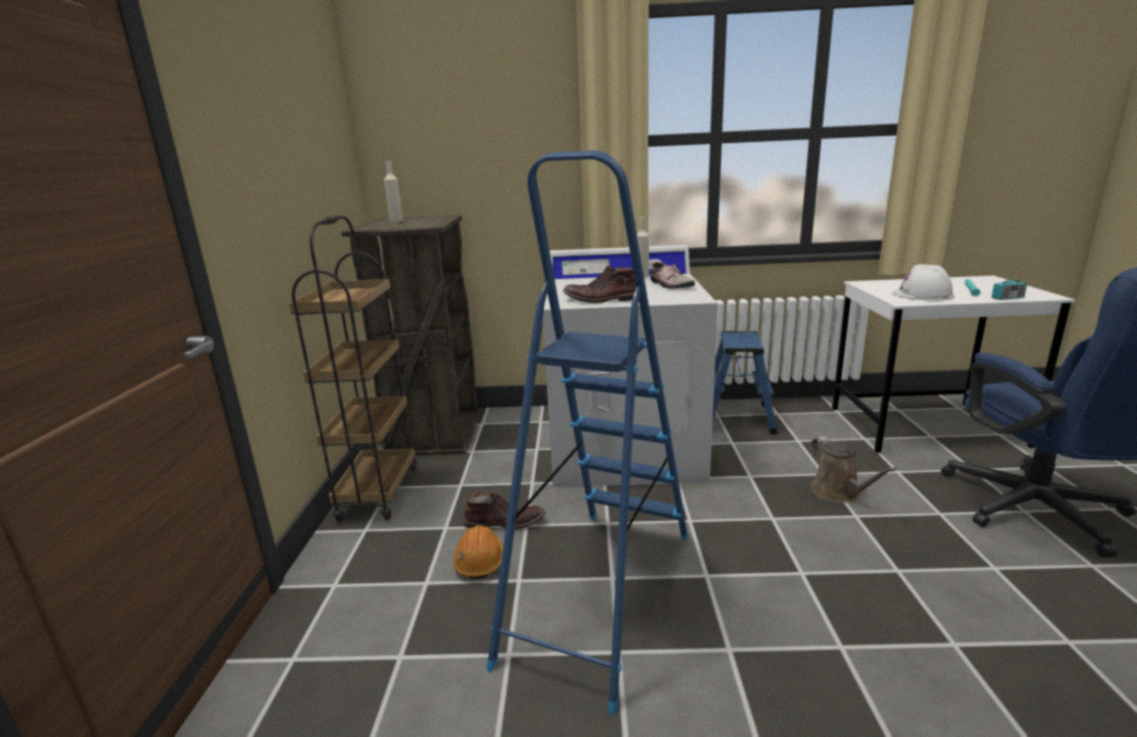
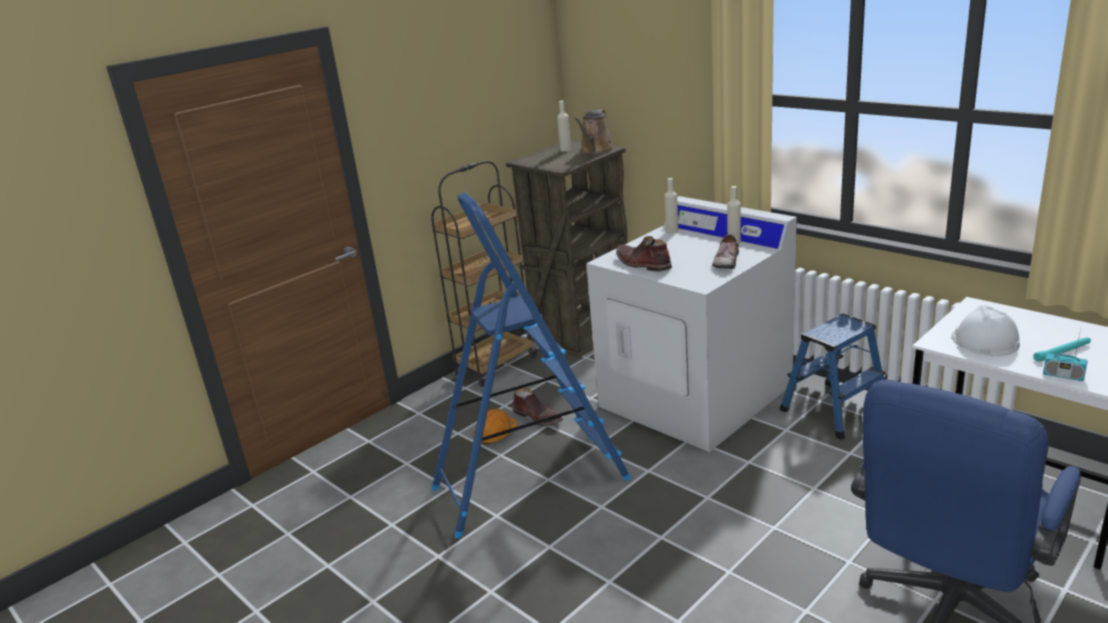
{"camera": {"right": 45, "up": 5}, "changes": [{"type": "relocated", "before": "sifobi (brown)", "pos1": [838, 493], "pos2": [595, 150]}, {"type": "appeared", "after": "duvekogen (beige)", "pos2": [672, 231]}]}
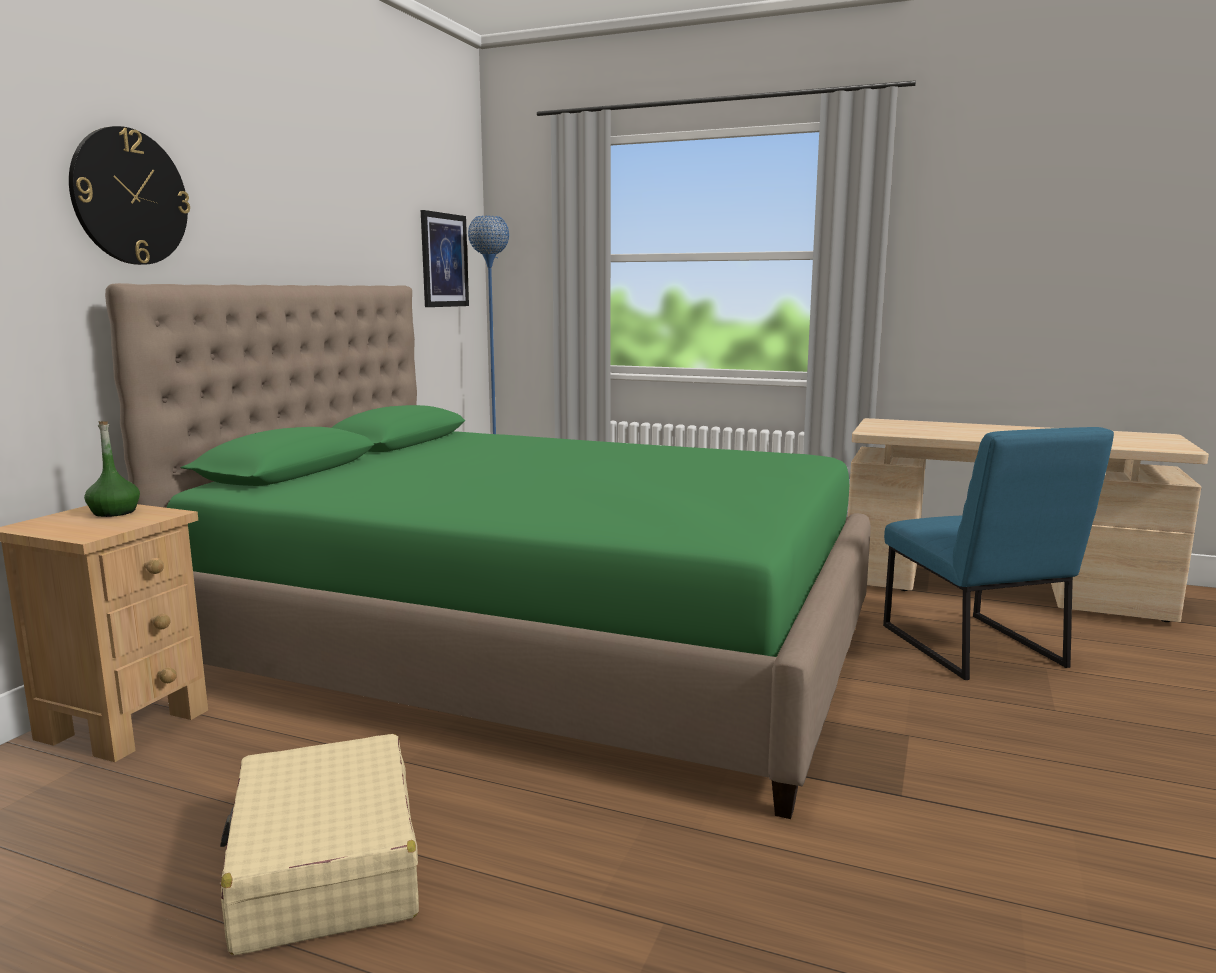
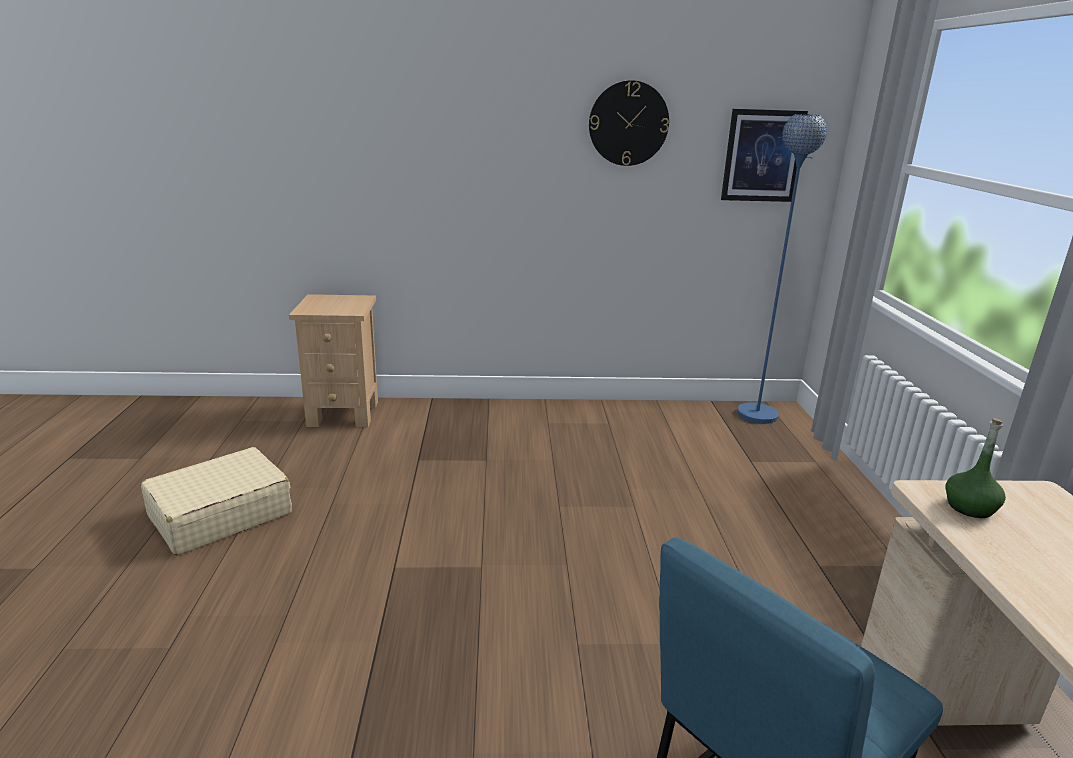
{"camera": {"right": 65, "up": 10}, "changes": [{"type": "relocated", "before": "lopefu", "pos1": [129, 197], "pos2": [628, 123]}, {"type": "relocated", "before": "duvekogen (green)", "pos1": [114, 512], "pos2": [969, 507]}, {"type": "missing", "before": "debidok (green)", "pos1": [537, 645]}]}
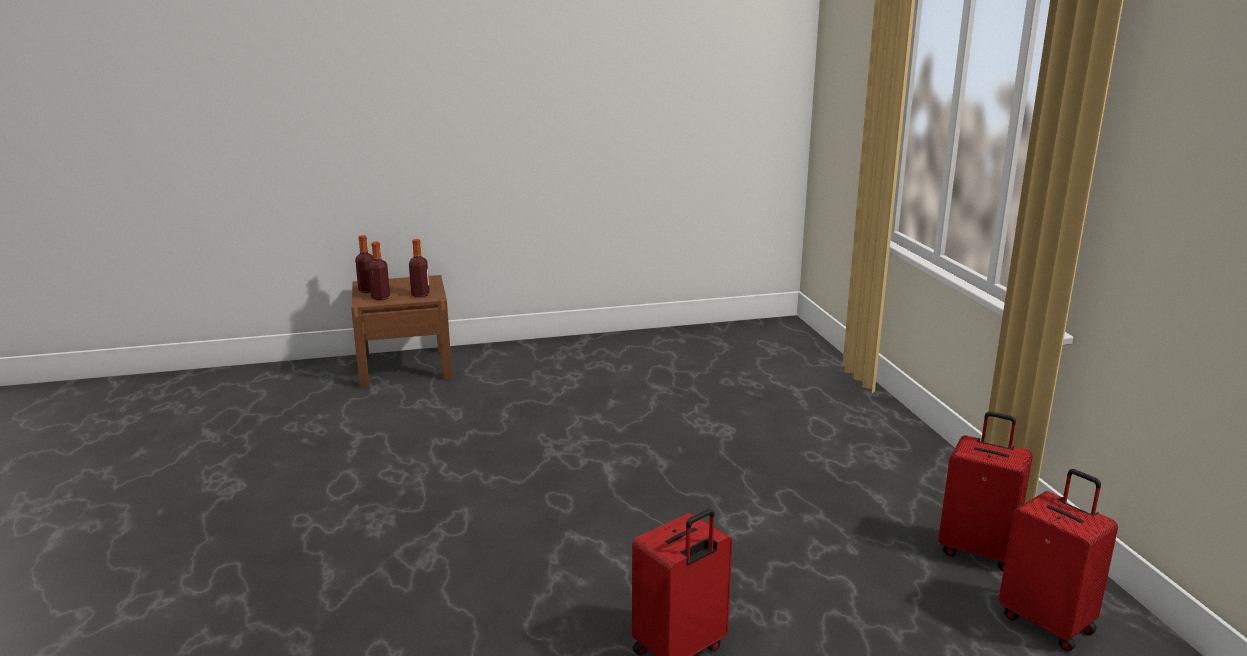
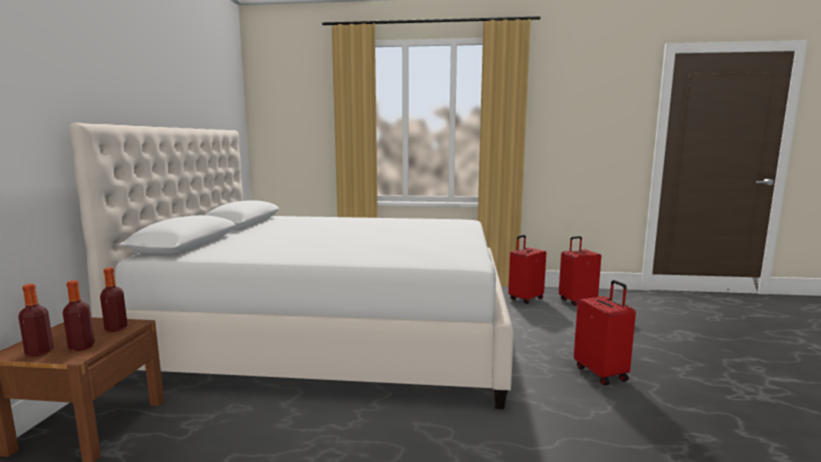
{"camera": {"right": -70, "up": -10}, "changes": [{"type": "appeared", "after": "debidok (white)", "pos2": [336, 334]}]}
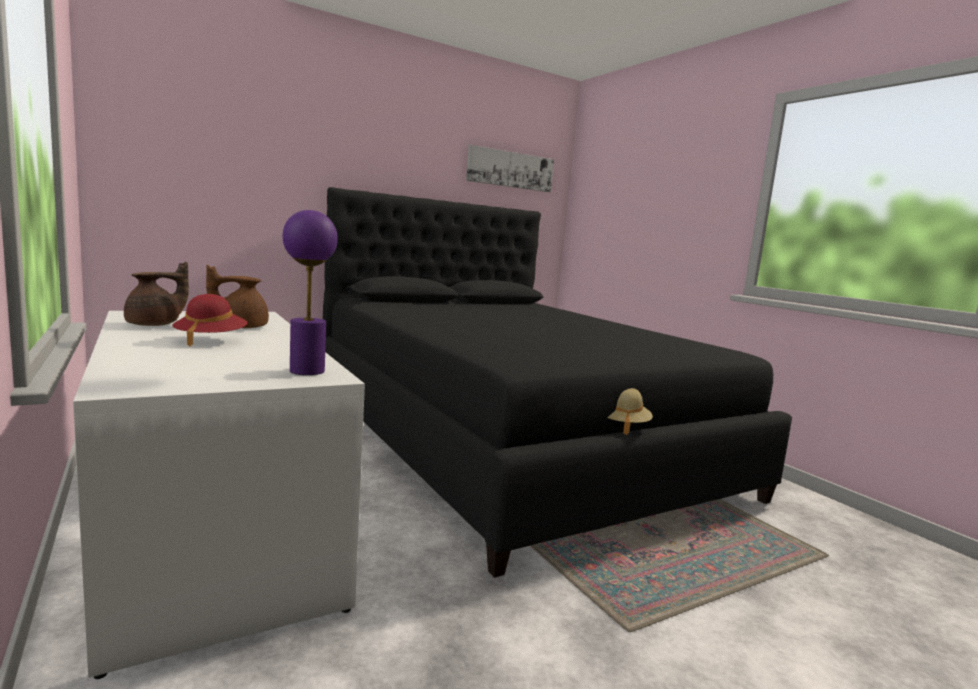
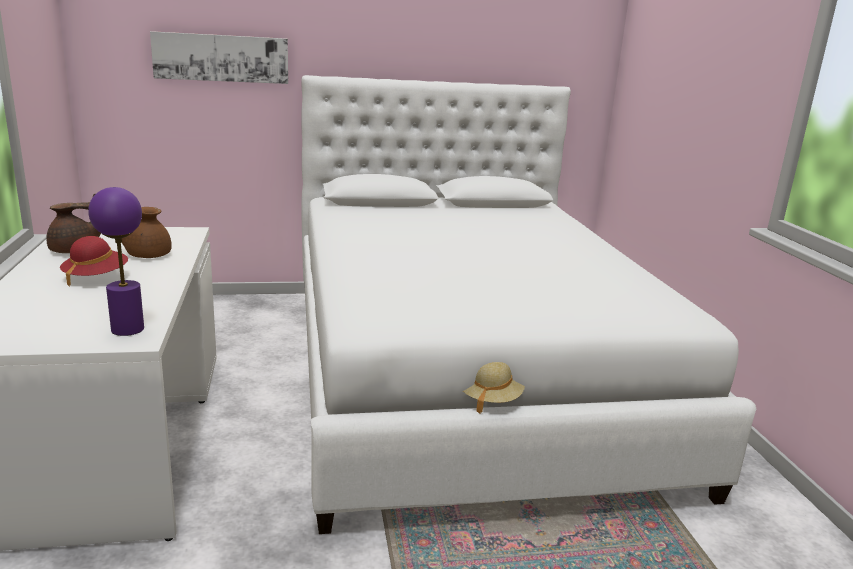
{"camera": {"right": 20, "up": 10}, "changes": [{"type": "relocated", "before": "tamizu", "pos1": [510, 169], "pos2": [221, 58]}, {"type": "colour", "before": "debidok (black)", "after": "debidok (white)", "pos1": [510, 440], "pos2": [464, 373]}]}
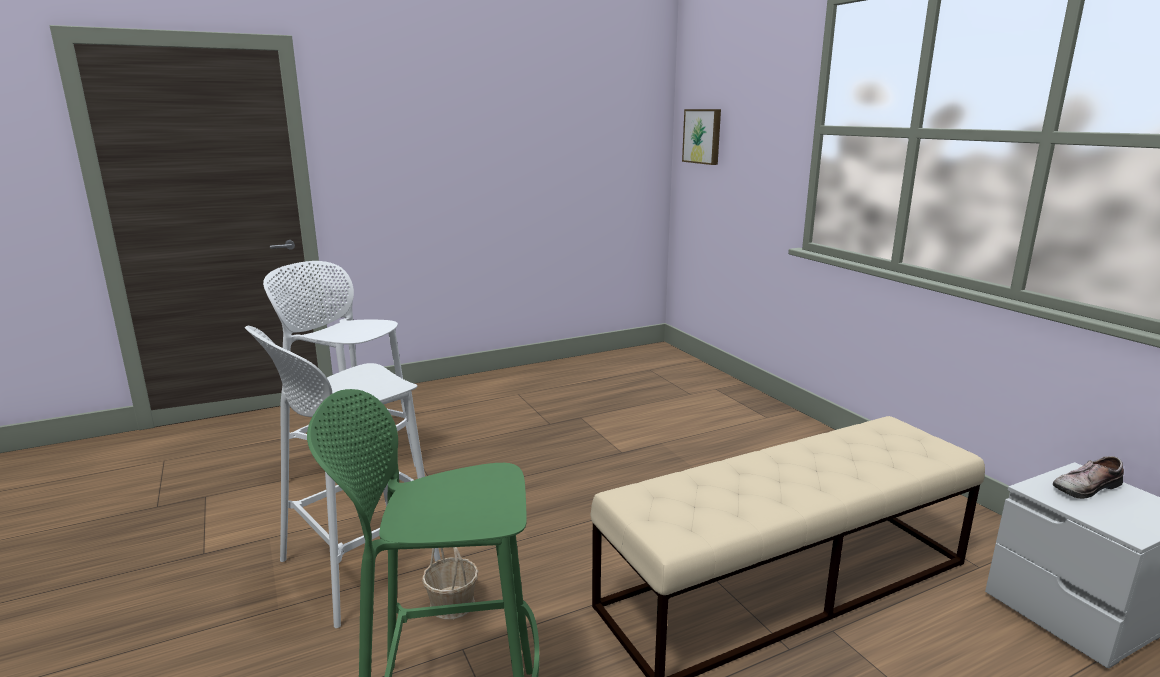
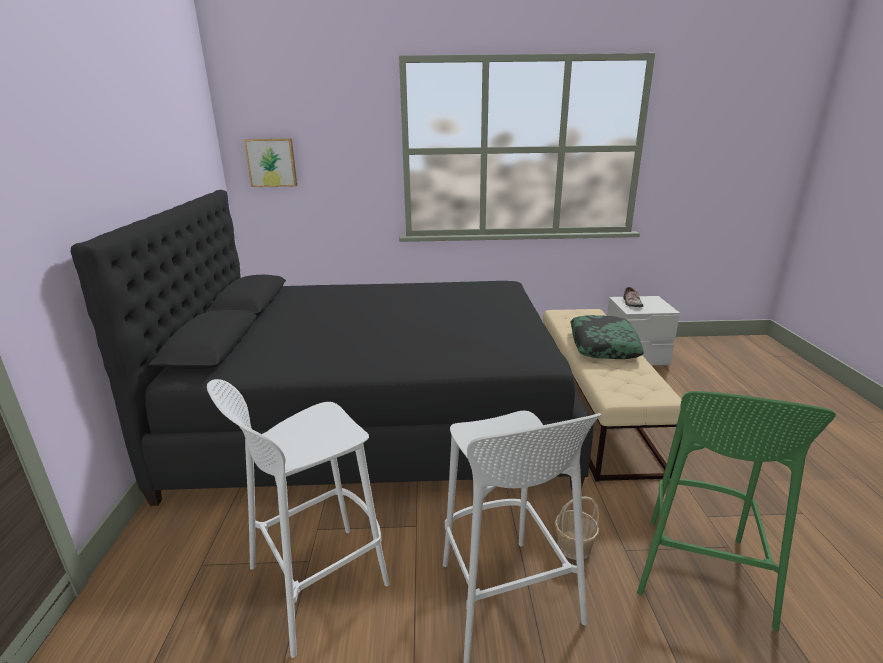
{"camera": {"right": -65, "up": 5}, "changes": [{"type": "appeared", "after": "debidok (black)", "pos2": [378, 416]}, {"type": "appeared", "after": "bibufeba", "pos2": [603, 345]}]}
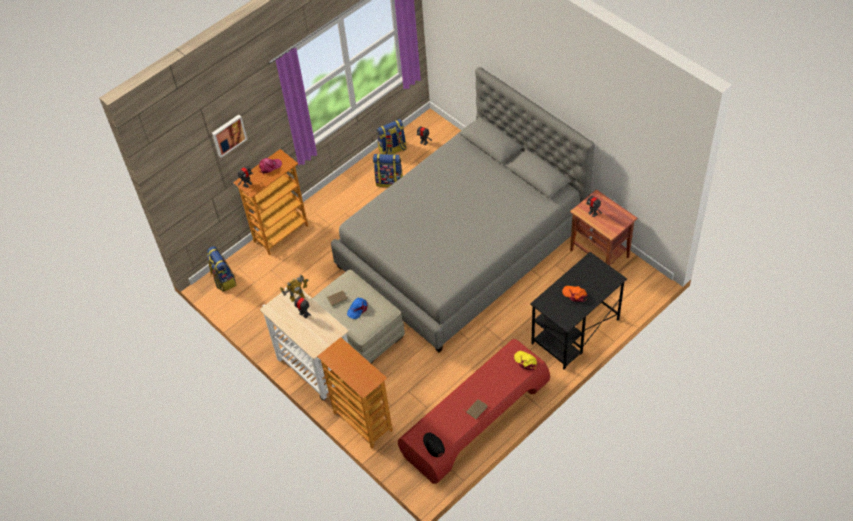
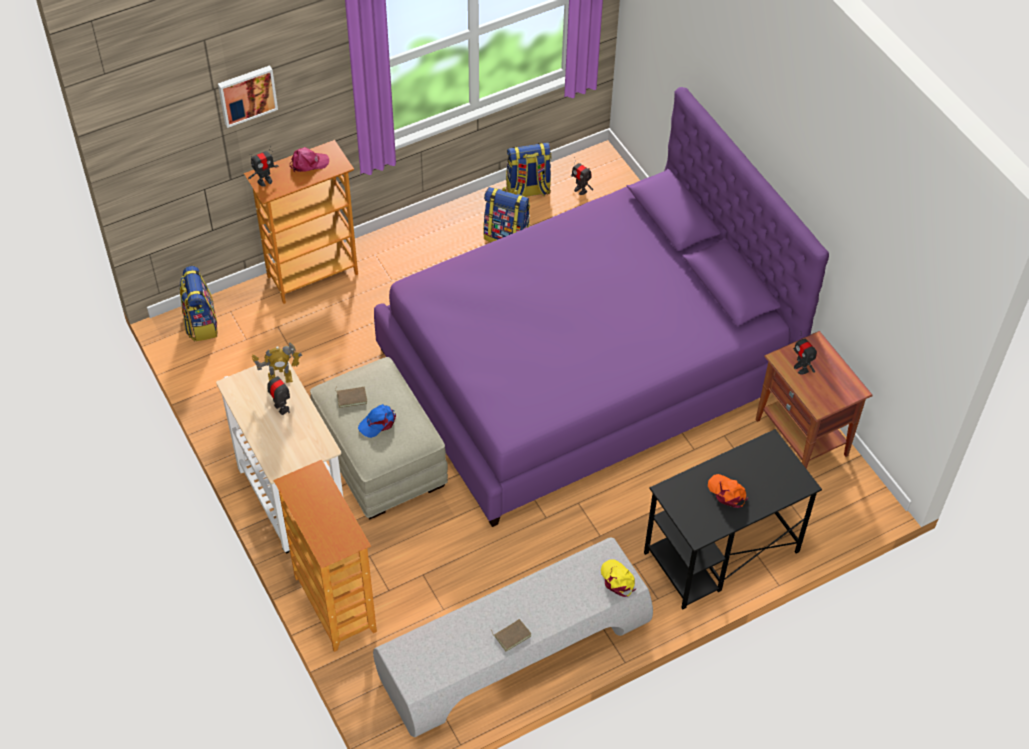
{"camera": {"right": 10, "up": 0}, "changes": [{"type": "colour", "before": "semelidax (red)", "after": "semelidax (grey)", "pos1": [475, 419], "pos2": [514, 651]}, {"type": "colour", "before": "debidok (grey)", "after": "debidok (purple)", "pos1": [463, 246], "pos2": [587, 369]}, {"type": "missing", "before": "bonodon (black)", "pos1": [433, 445]}]}
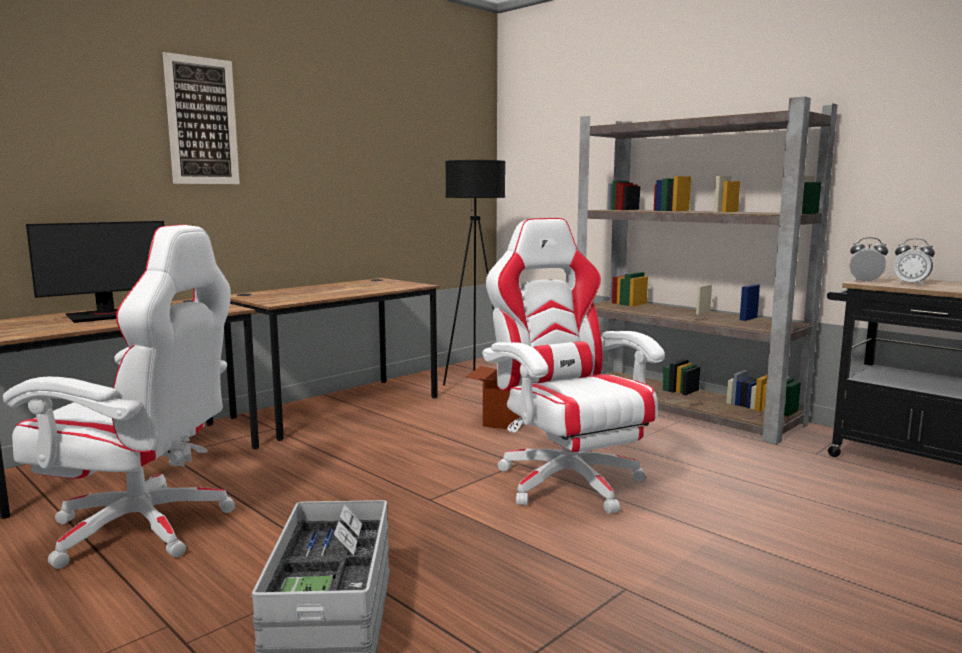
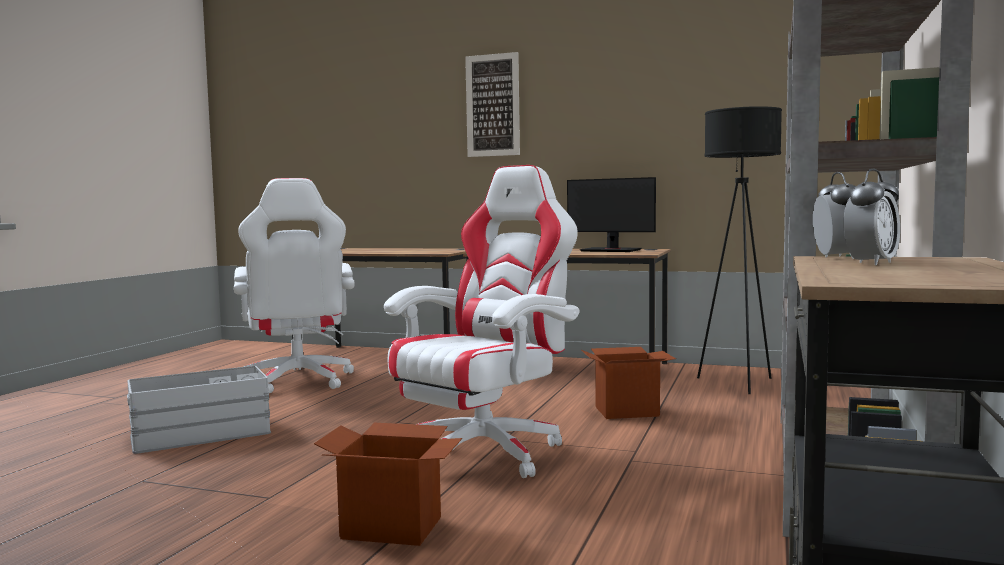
{"camera": {"right": 65, "up": -5}, "changes": [{"type": "appeared", "after": "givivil", "pos2": [392, 528]}, {"type": "relocated", "before": "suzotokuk", "pos1": [107, 315], "pos2": [611, 250]}, {"type": "spun", "before": "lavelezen", "pos1": [911, 284], "pos2": [871, 263], "turn": -150}]}
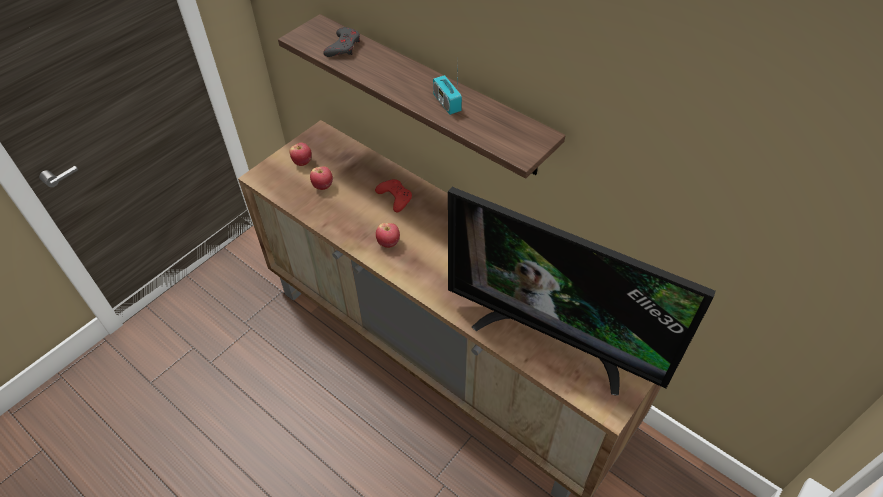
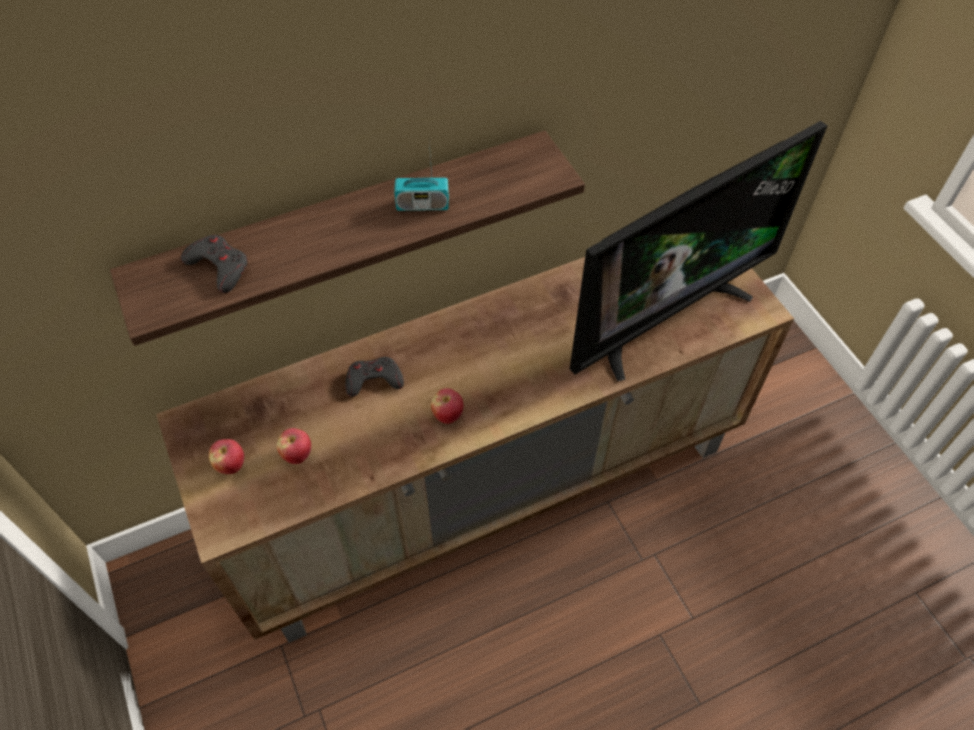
{"camera": {"right": -65, "up": 5}, "changes": [{"type": "colour", "before": "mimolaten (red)", "after": "mimolaten (grey)", "pos1": [395, 197], "pos2": [373, 380]}]}
